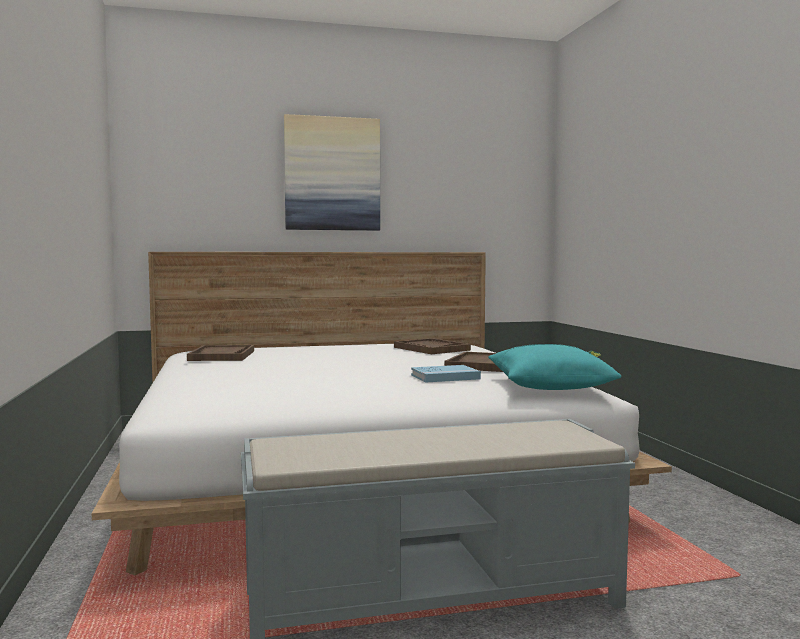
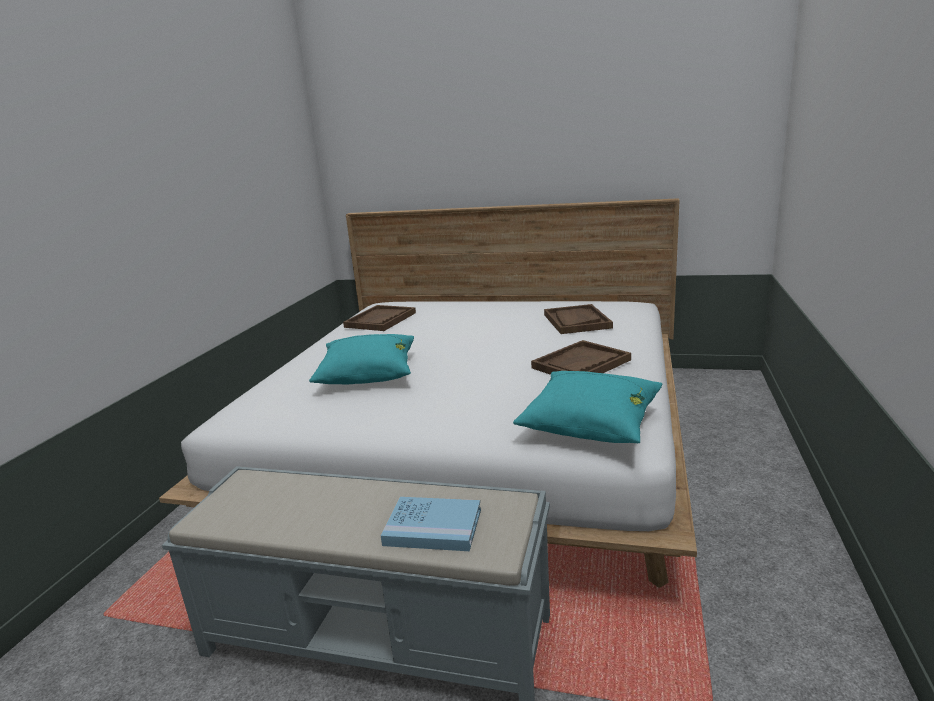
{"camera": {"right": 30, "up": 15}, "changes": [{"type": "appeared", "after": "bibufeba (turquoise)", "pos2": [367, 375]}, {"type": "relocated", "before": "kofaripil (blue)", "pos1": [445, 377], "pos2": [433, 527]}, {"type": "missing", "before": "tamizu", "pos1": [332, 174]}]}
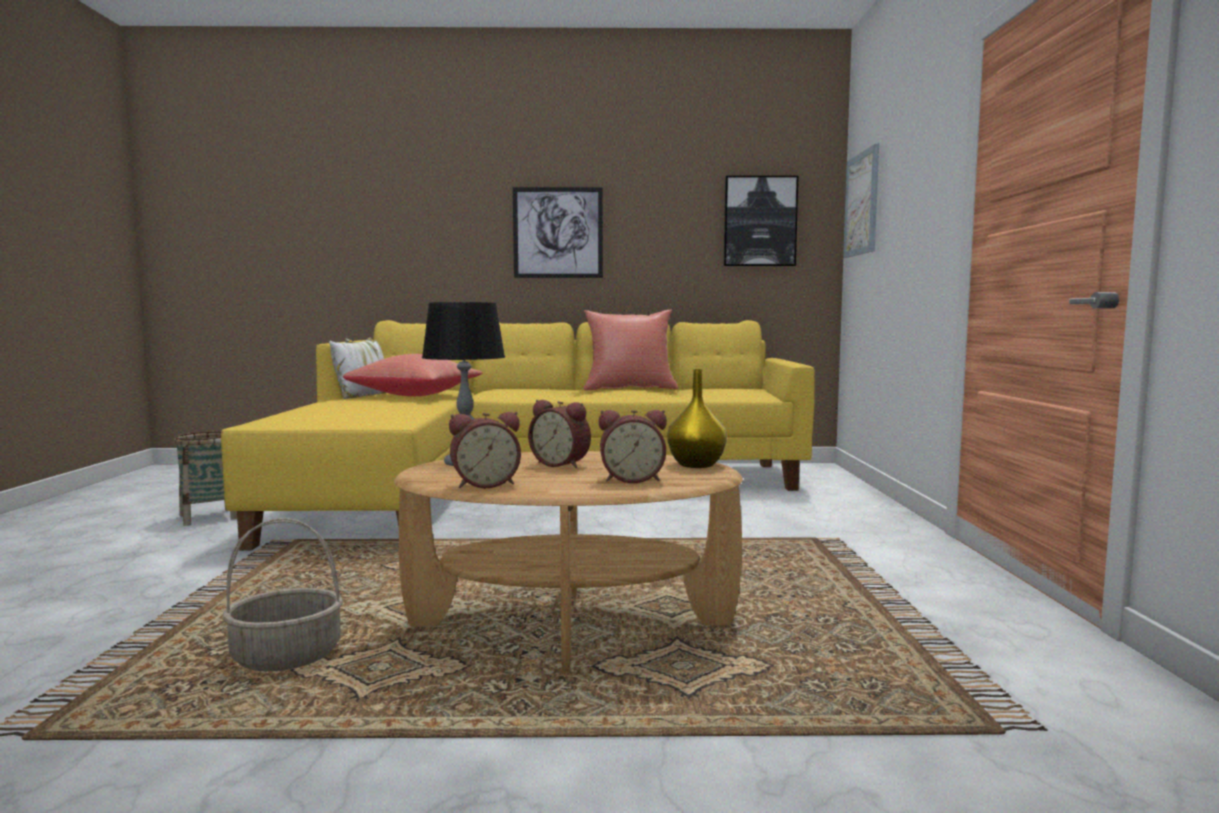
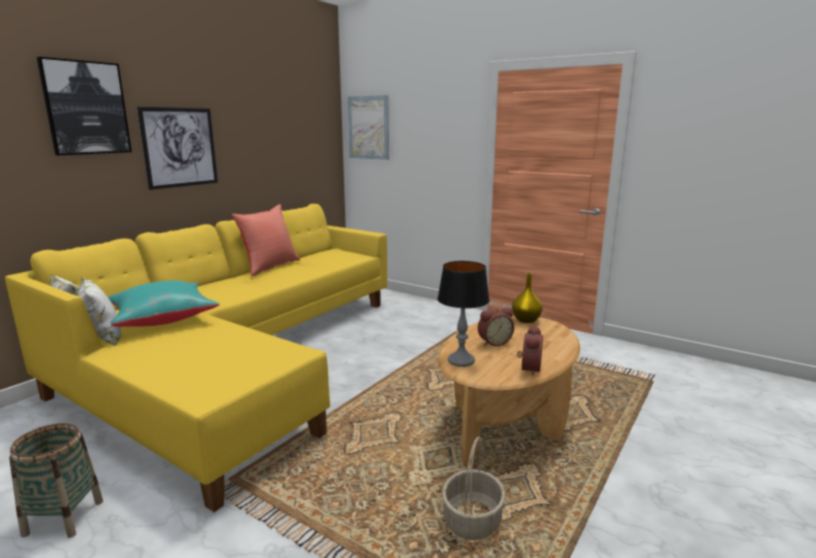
{"camera": {"right": -55, "up": 10}, "changes": [{"type": "relocated", "before": "tamizu", "pos1": [759, 221], "pos2": [86, 108]}, {"type": "colour", "before": "bibufeba (red)", "after": "bibufeba (turquoise)", "pos1": [416, 395], "pos2": [163, 319]}, {"type": "missing", "before": "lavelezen", "pos1": [632, 479]}]}
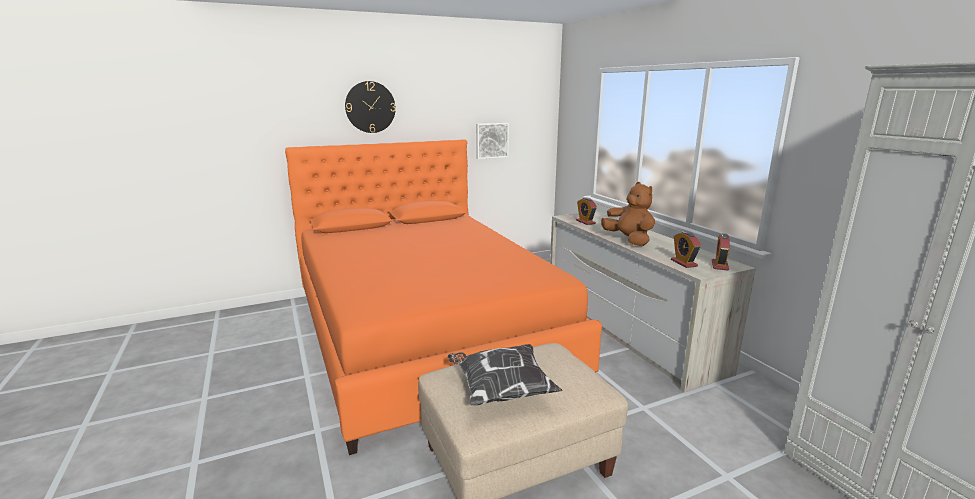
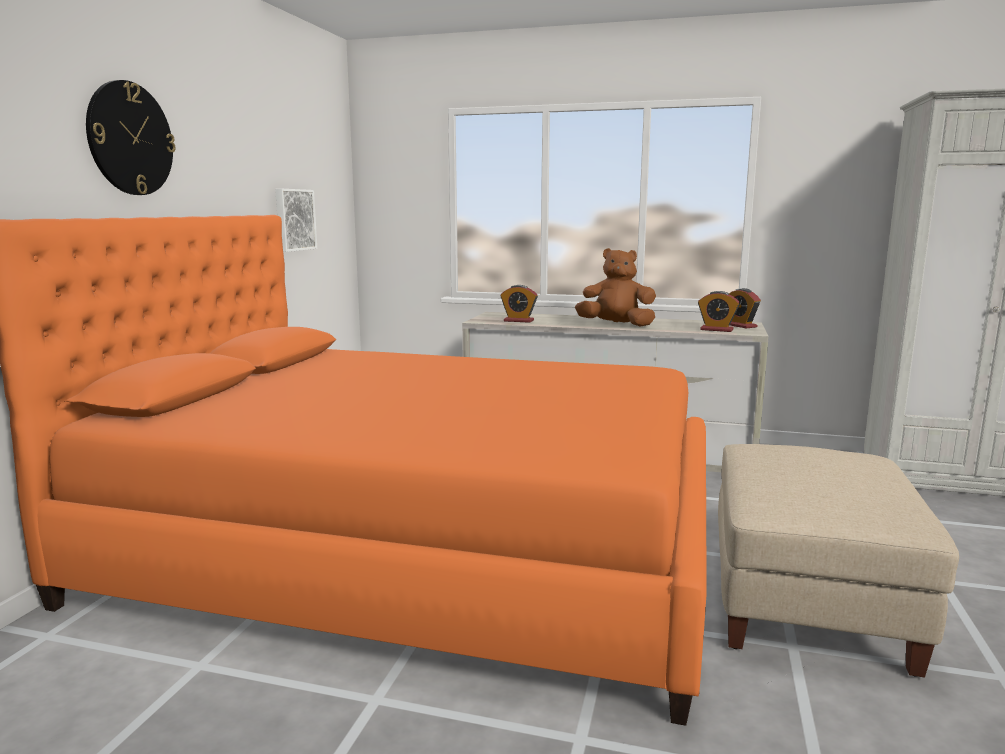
{"camera": {"right": -50, "up": -5}, "changes": [{"type": "missing", "before": "bibufeba", "pos1": [501, 390]}]}
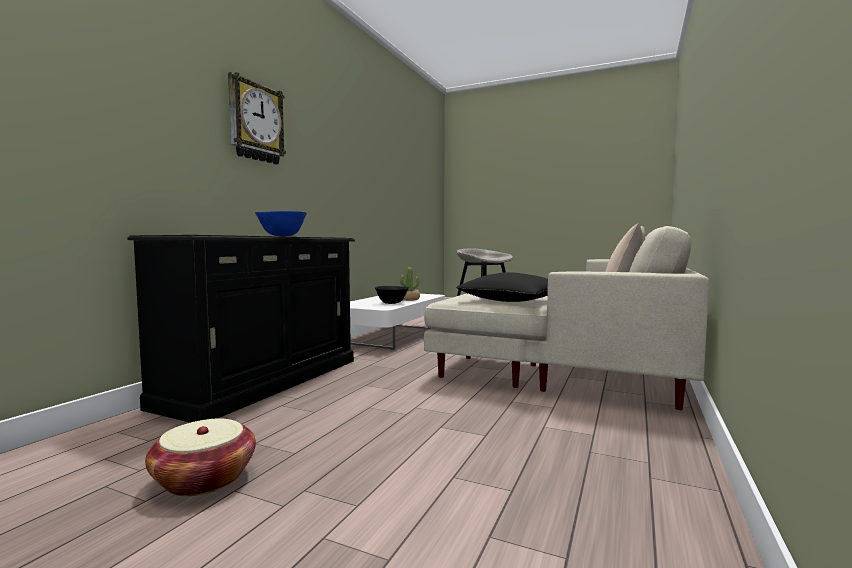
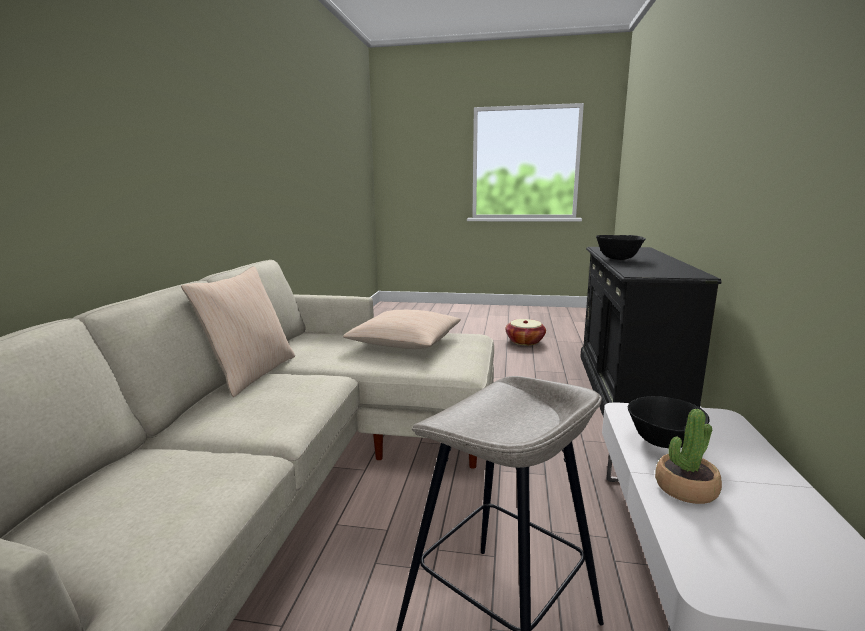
{"camera": {"right": 165, "up": 10}, "changes": [{"type": "colour", "before": "bibufeba (black)", "after": "bibufeba (beige)", "pos1": [512, 301], "pos2": [405, 342]}, {"type": "colour", "before": "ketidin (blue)", "after": "ketidin (black)", "pos1": [282, 236], "pos2": [618, 259]}, {"type": "missing", "before": "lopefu", "pos1": [255, 122]}]}
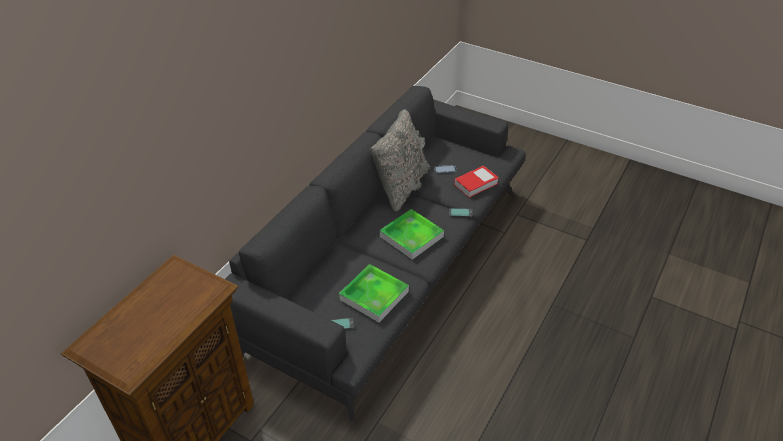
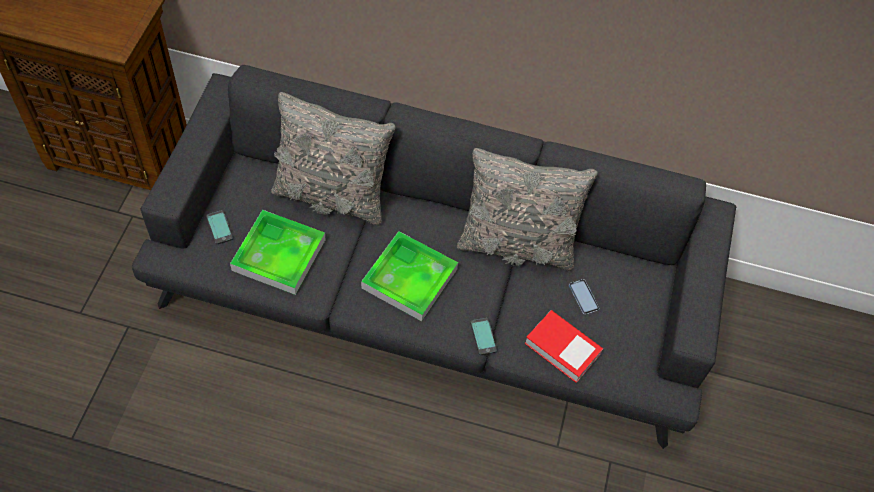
{"camera": {"right": 70, "up": 15}, "changes": [{"type": "appeared", "after": "bibufeba (grey)", "pos2": [331, 196]}]}
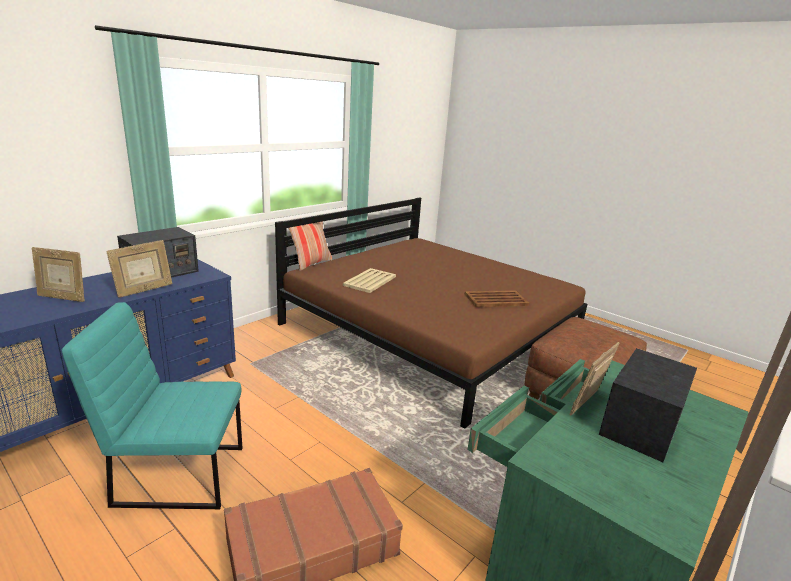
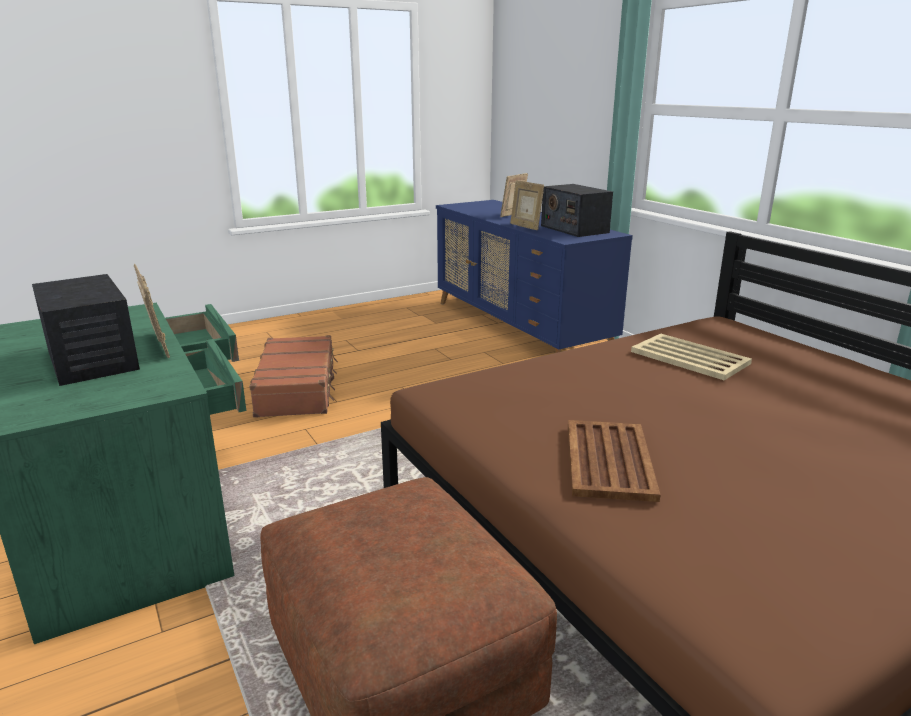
{"camera": {"right": 110, "up": 0}, "changes": [{"type": "missing", "before": "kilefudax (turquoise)", "pos1": [177, 474]}, {"type": "missing", "before": "bibufeba", "pos1": [311, 263]}]}
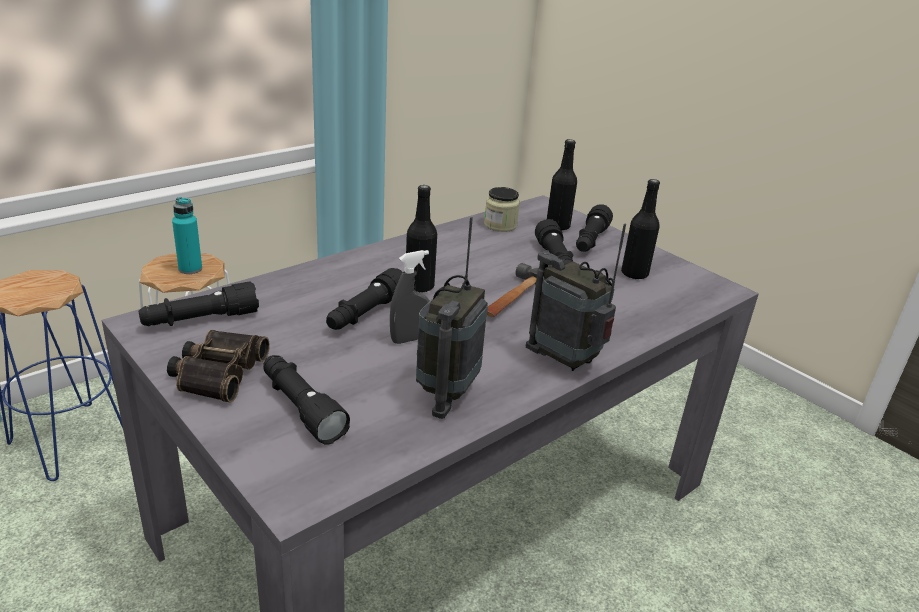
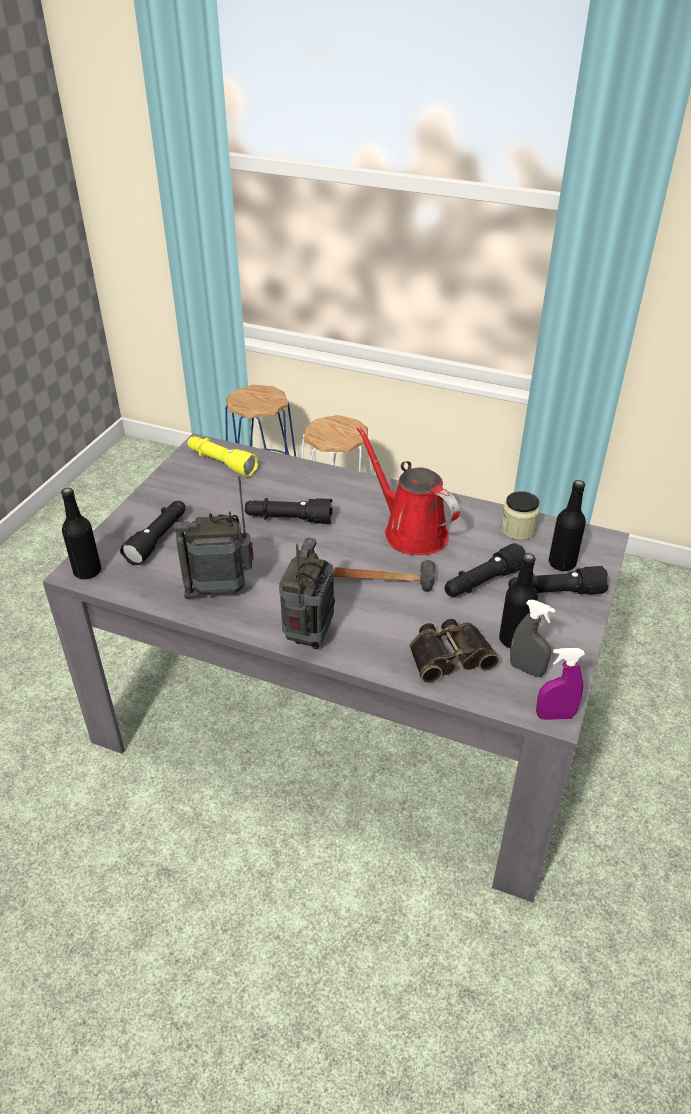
{"camera": {"right": 65, "up": 10}, "changes": [{"type": "relocated", "before": "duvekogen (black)", "pos1": [419, 286], "pos2": [87, 571]}, {"type": "colour", "before": "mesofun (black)", "after": "mesofun (yellow)", "pos1": [200, 320], "pos2": [221, 463]}, {"type": "appeared", "after": "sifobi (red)", "pos2": [410, 531]}, {"type": "relocated", "before": "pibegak", "pos1": [217, 372], "pos2": [449, 655]}, {"type": "relocated", "before": "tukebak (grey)", "pos1": [409, 339], "pos2": [526, 669]}, {"type": "appeared", "after": "tukebak (purple)", "pos2": [554, 716]}, {"type": "missing", "before": "duvekogen (turquoise)", "pos1": [190, 269]}]}
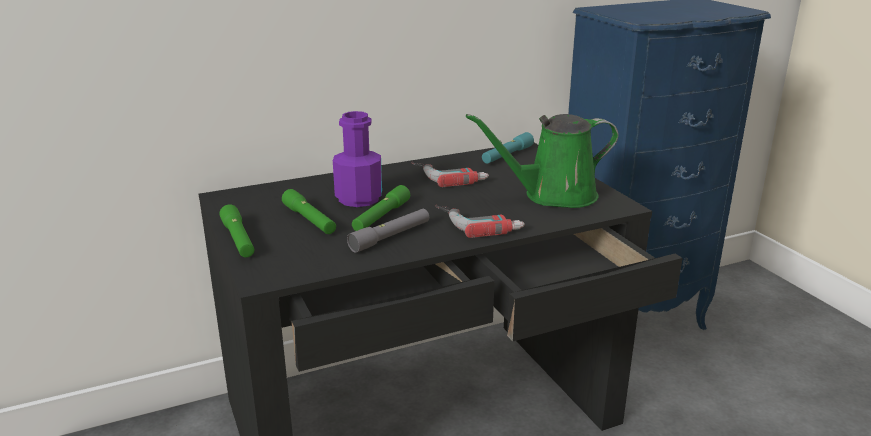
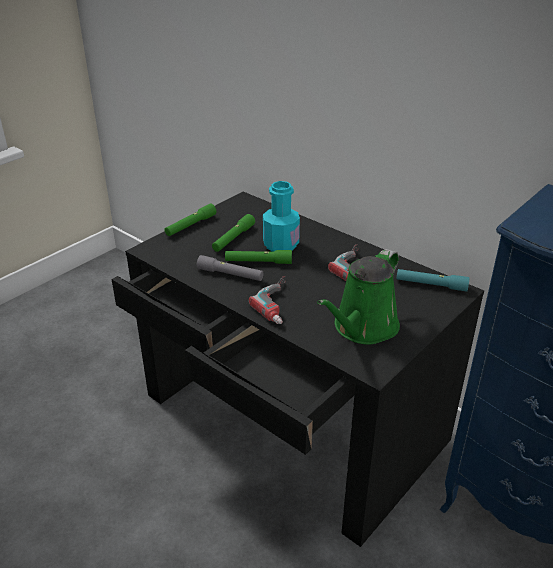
{"camera": {"right": 65, "up": 10}, "changes": [{"type": "colour", "before": "duvekogen (purple)", "after": "duvekogen (turquoise)", "pos1": [358, 198], "pos2": [281, 245]}, {"type": "spun", "before": "sifobi (green)", "pos1": [553, 196], "pos2": [362, 328], "turn": -105}]}
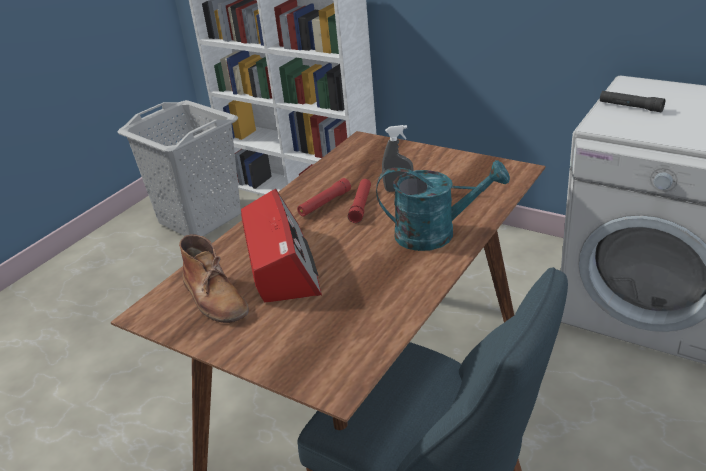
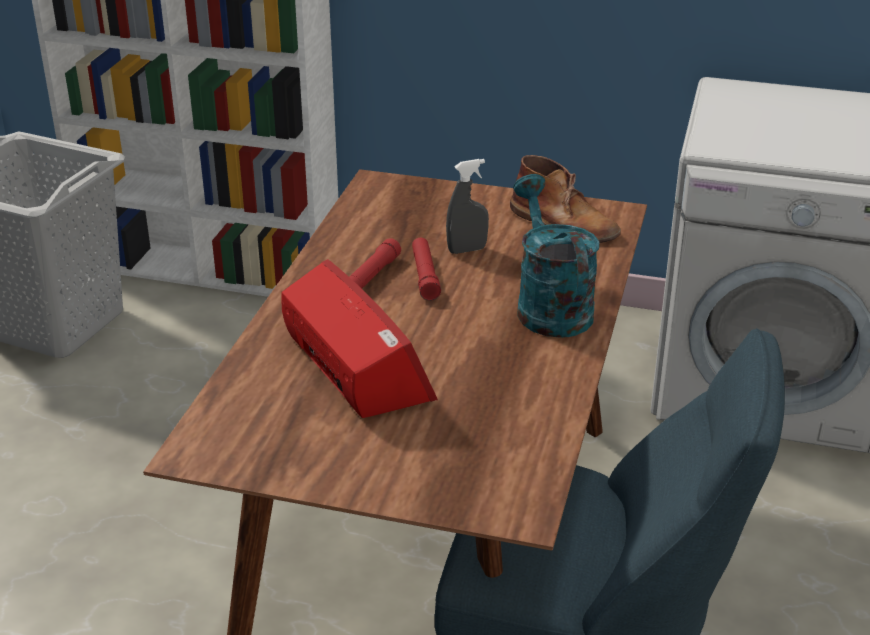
{"camera": {"right": -20, "up": 0}, "changes": [{"type": "relocated", "before": "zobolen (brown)", "pos1": [215, 297], "pos2": [564, 224]}, {"type": "spun", "before": "sifobi (turquoise)", "pos1": [436, 234], "pos2": [549, 306], "turn": -90}, {"type": "missing", "before": "mesofun (black)", "pos1": [630, 107]}]}
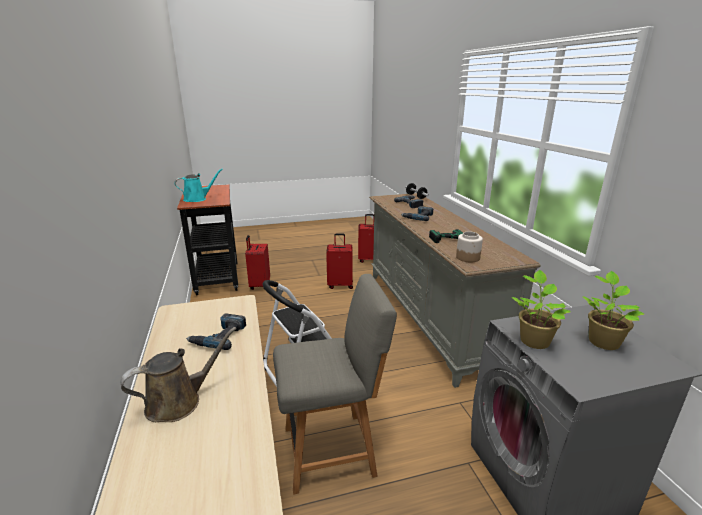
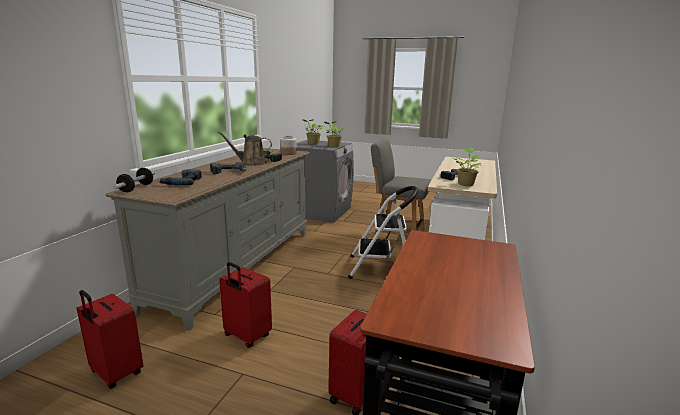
{"camera": {"right": -145, "up": -5}, "changes": [{"type": "relocated", "before": "sifobi (brown)", "pos1": [179, 402], "pos2": [251, 163]}, {"type": "appeared", "after": "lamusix", "pos2": [465, 184]}, {"type": "missing", "before": "sifobi (turquoise)", "pos1": [197, 199]}]}
